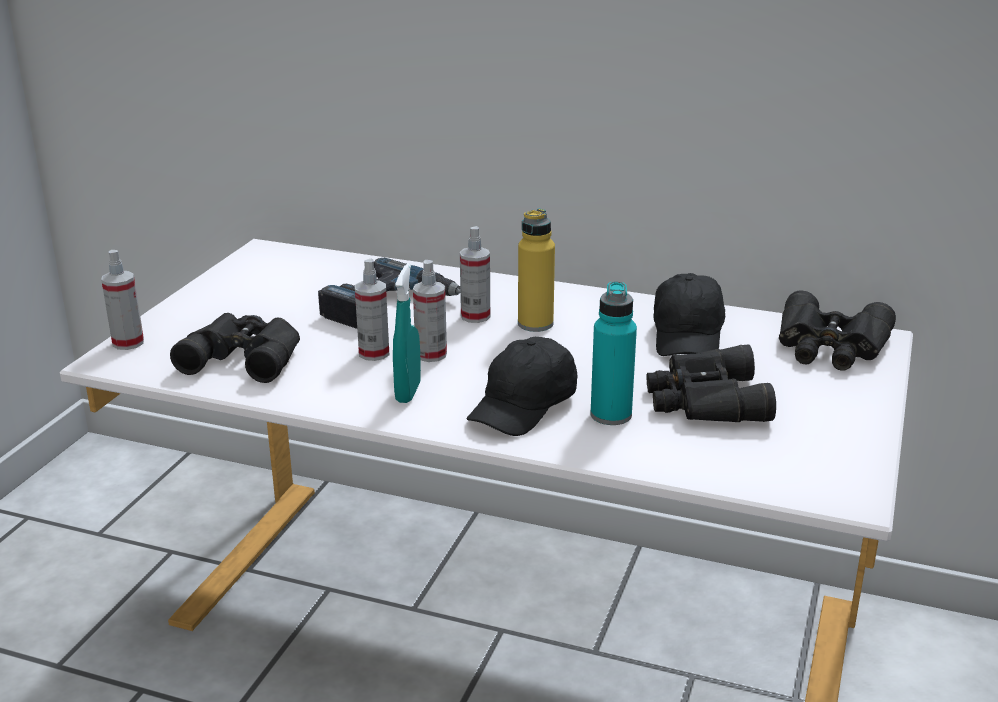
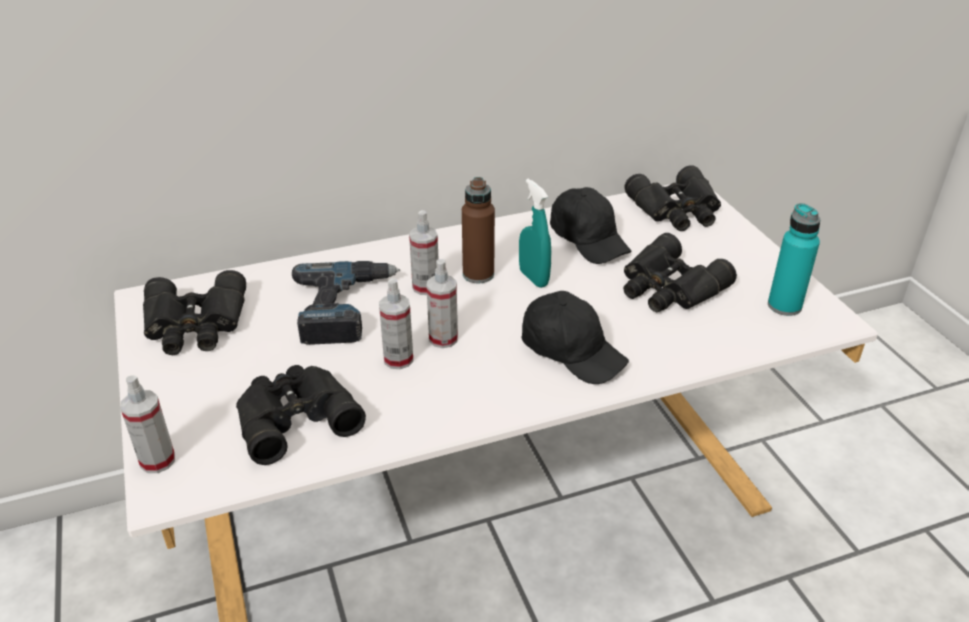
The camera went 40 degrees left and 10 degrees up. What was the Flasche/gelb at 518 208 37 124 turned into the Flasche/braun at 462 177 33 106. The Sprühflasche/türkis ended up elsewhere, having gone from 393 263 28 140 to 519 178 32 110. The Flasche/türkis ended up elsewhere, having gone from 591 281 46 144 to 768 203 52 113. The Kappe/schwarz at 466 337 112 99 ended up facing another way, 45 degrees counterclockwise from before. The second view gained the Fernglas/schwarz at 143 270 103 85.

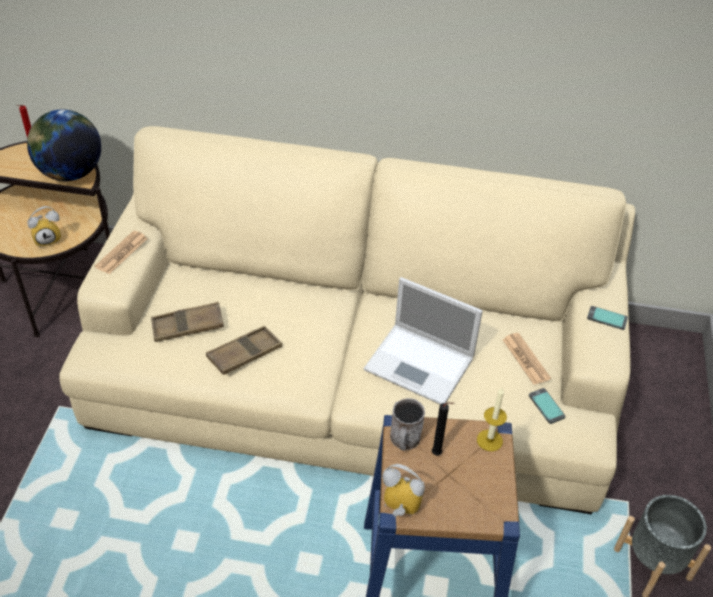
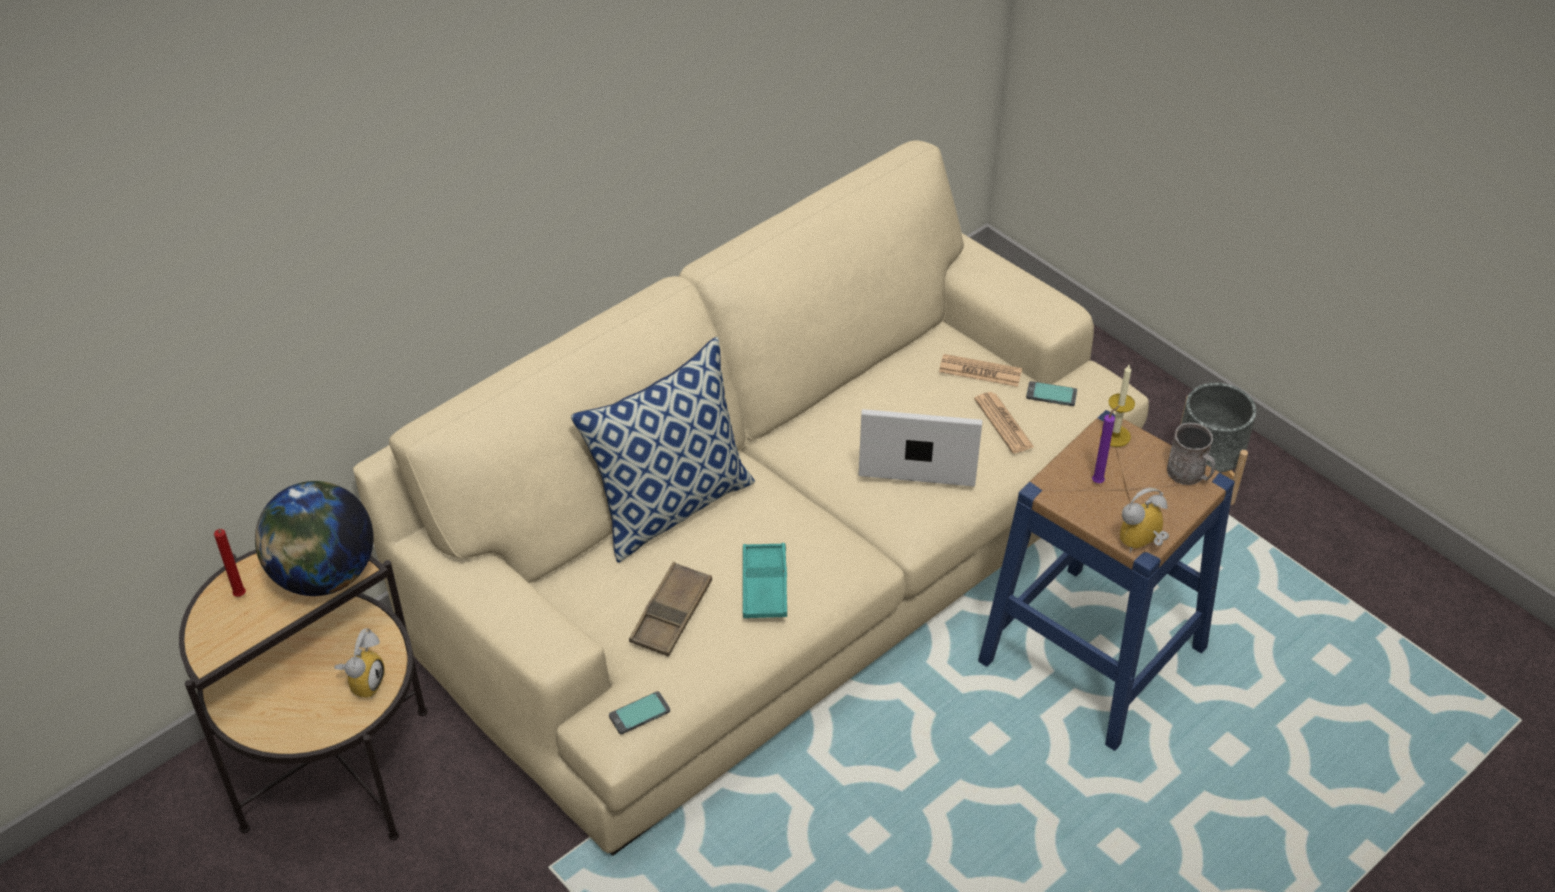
The camera went 50 degrees left and 0 degrees up. The Zeitung ended up elsewhere, having gone from 95 231 53 43 to 974 392 60 61. The Laptop at 364 277 119 127 ended up facing another way, 150 degrees counterclockwise from before. The Handy ended up elsewhere, having gone from 587 306 41 24 to 609 691 61 43. What was the Tablett/braun at 206 326 76 49 turned into the Tablett/türkis at 743 543 44 75. The Henkelbecher/grau ended up elsewhere, having gone from 390 398 35 53 to 1167 423 48 62. What was the Kerze/schwarz at 432 402 23 53 turned into the Kerze/lila at 1092 406 27 77. The second view gained the Kissen at 571 337 184 226.

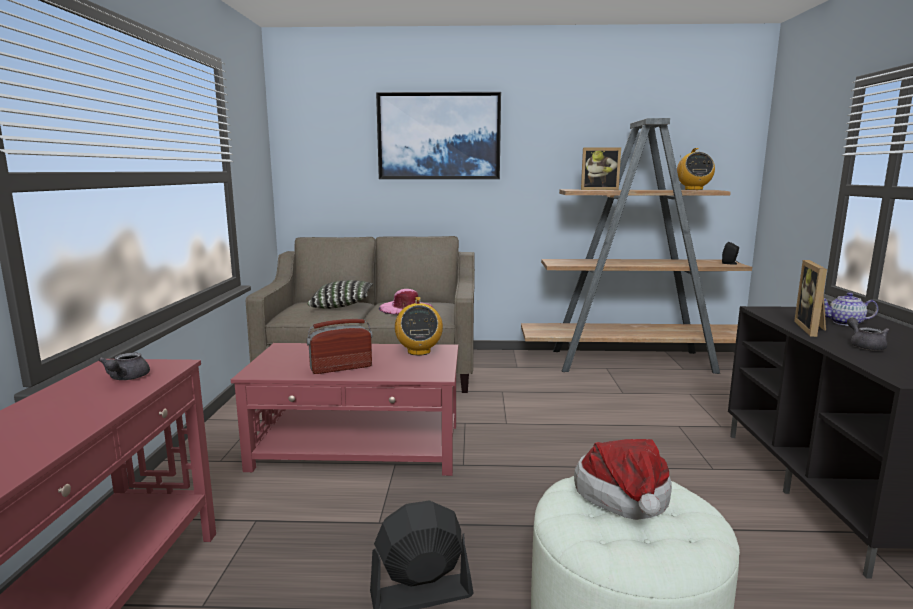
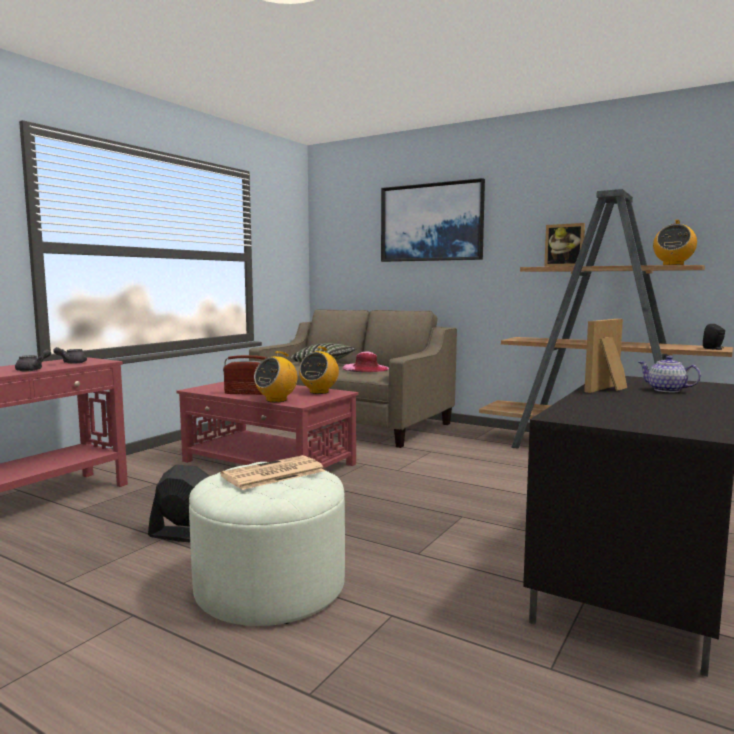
The camera went 30 degrees right and 5 degrees down. The Teekanne/grau ended up elsewhere, having gone from 847 318 42 33 to 15 349 36 22. Where the Hut stood at 574 439 98 81, the Zeitung came to stand at 220 455 105 35. The second view gained the Radio at 254 351 43 51.

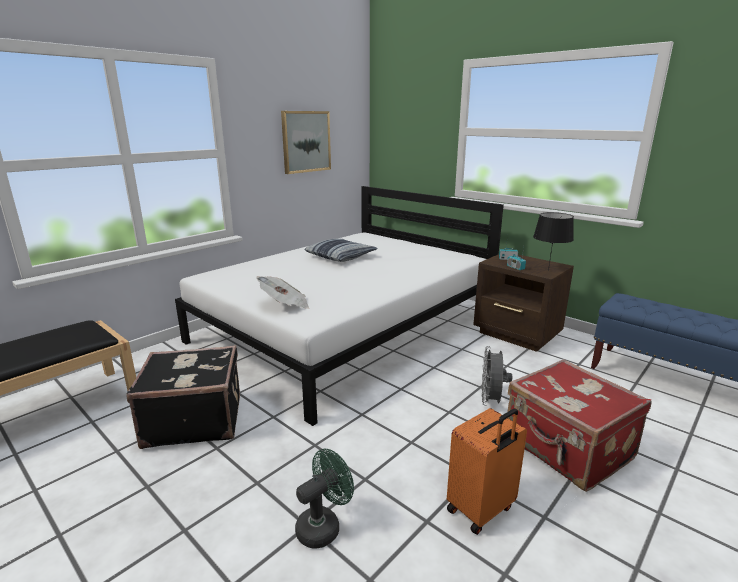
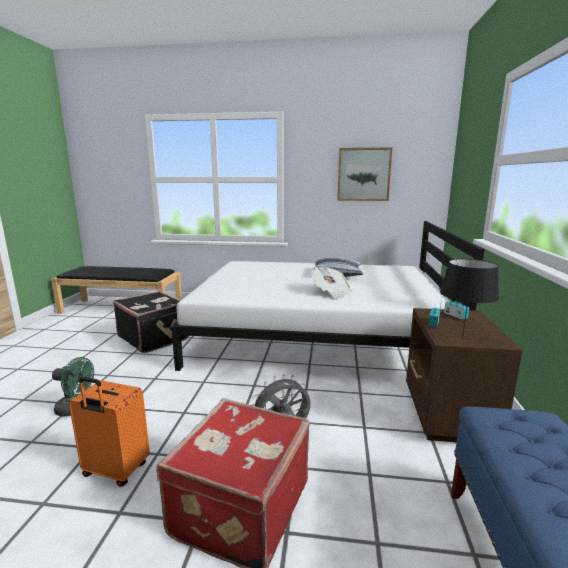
The camera went 55 degrees right and 5 degrees down. The Zeitung ended up elsewhere, having gone from 256 276 53 33 to 311 265 41 34.

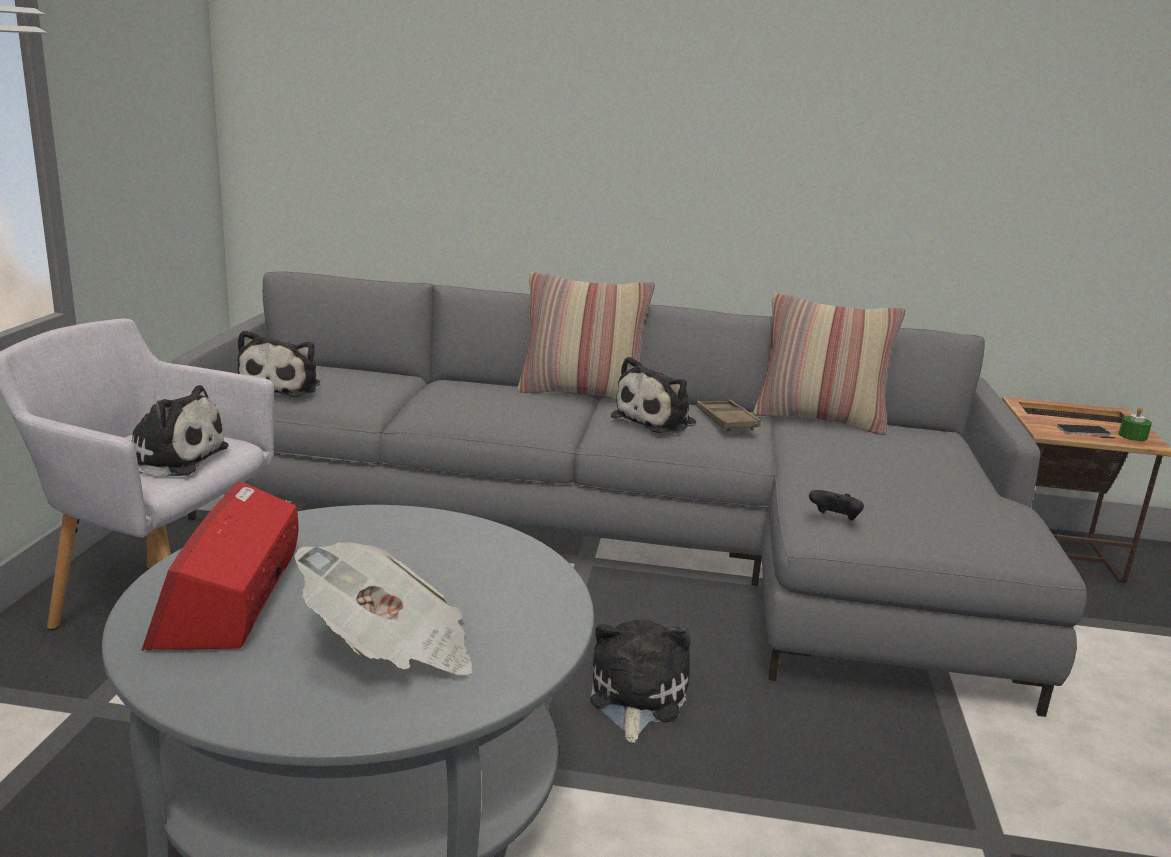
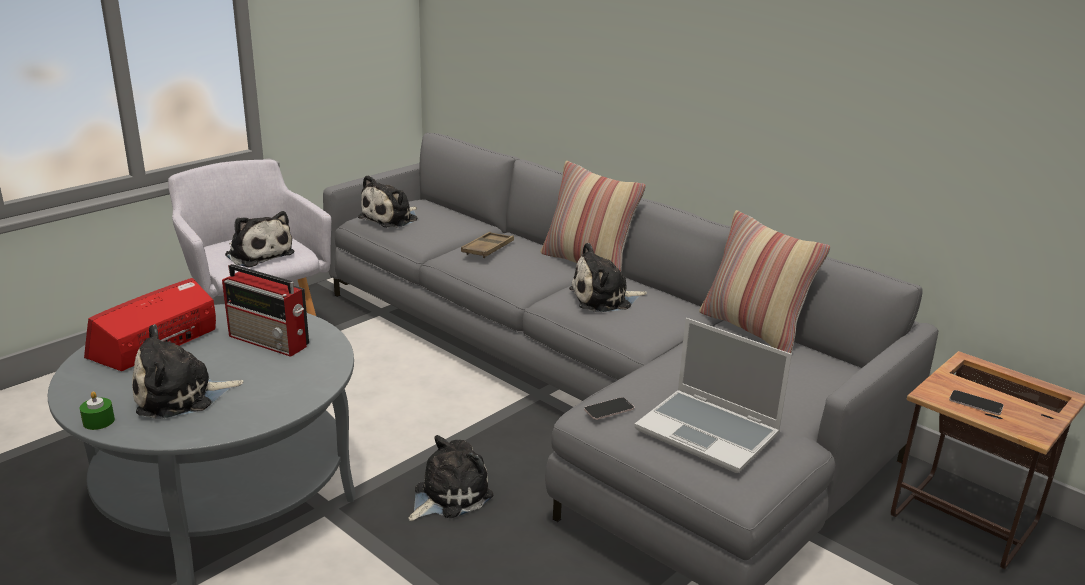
The camera went 35 degrees right and 5 degrees up. The Tablett/braun ended up elsewhere, having gone from 696 400 65 31 to 461 232 53 26. The Kerze/grün ended up elsewhere, having gone from 1119 407 33 34 to 80 391 35 39. Where the Gamepad/schwarz stood at 809 490 55 30, the Handy came to stand at 584 397 50 23. Where the Zeitung stood at 294 542 179 133, the Plüschtier came to stand at 132 324 112 95. The second view gained the Radio at 222 264 87 93. The second view gained the Laptop at 634 318 158 155.

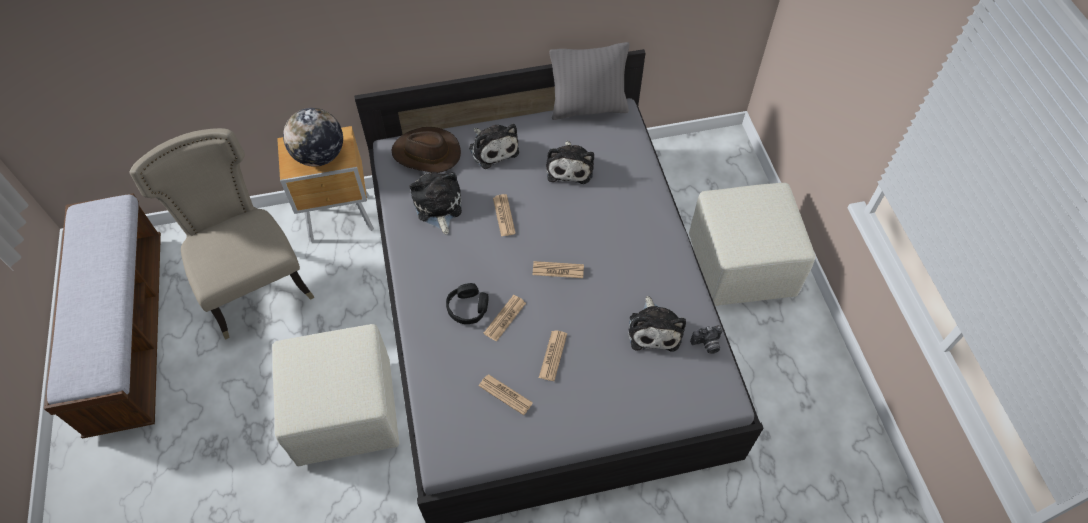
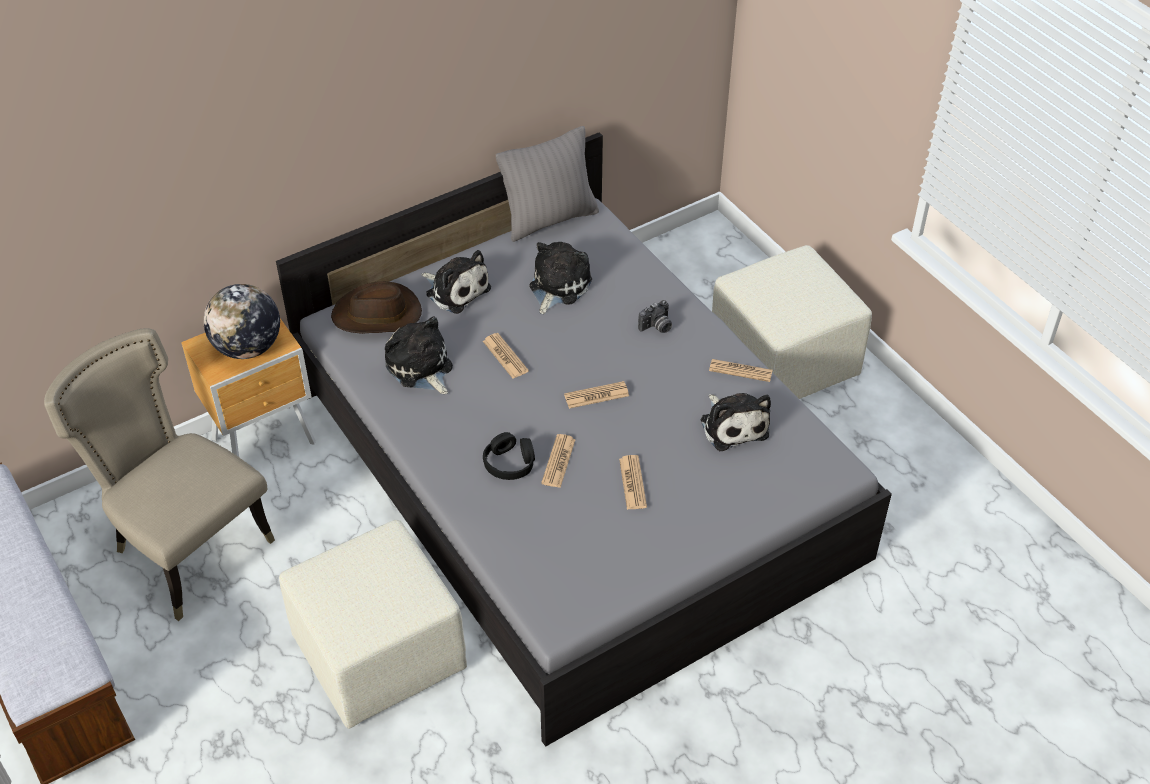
The camera went 20 degrees left and 10 degrees down. The Plüschtier at 546 141 48 43 ended up facing another way, 135 degrees counterclockwise from before. The Kamera ended up elsewhere, having gone from 690 325 33 29 to 638 300 34 33. The Zeitung ended up elsewhere, having gone from 479 374 54 41 to 709 359 64 23.

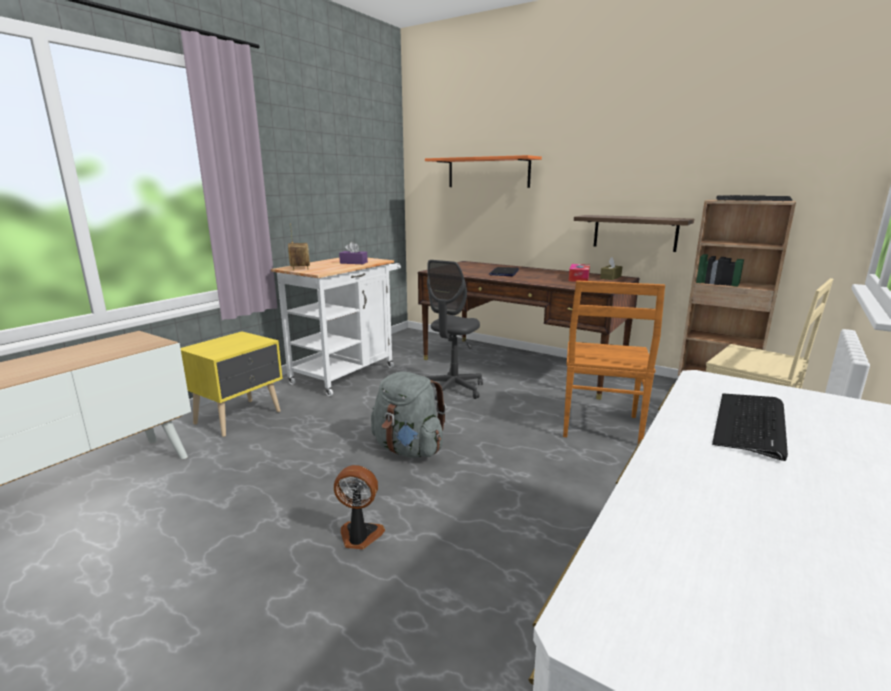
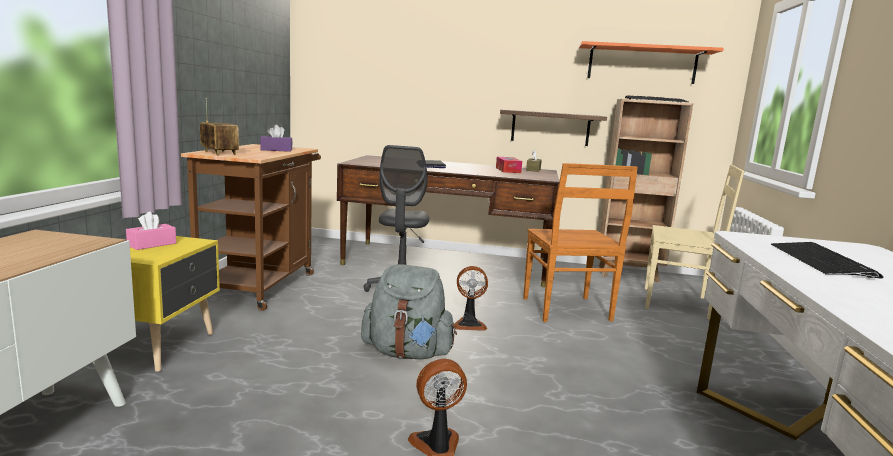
The camera went 25 degrees left and 5 degrees down. The Wandregal/orange ended up elsewhere, having gone from 425 155 117 33 to 579 41 145 43. What was the Rollwagen/weiß at 271 257 130 139 turned into the Rollwagen/braun at 181 144 140 167. The second view gained the Taschentuchbox/rosa at 126 212 50 38. The second view gained the Ventilator at 454 266 34 65.

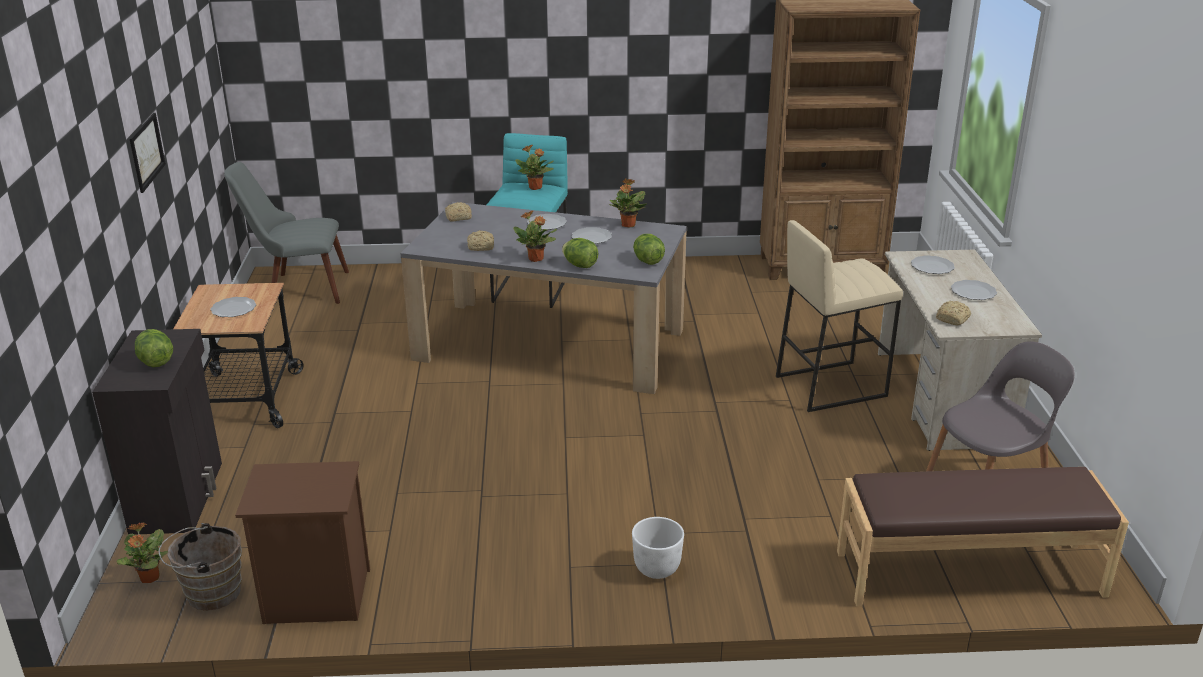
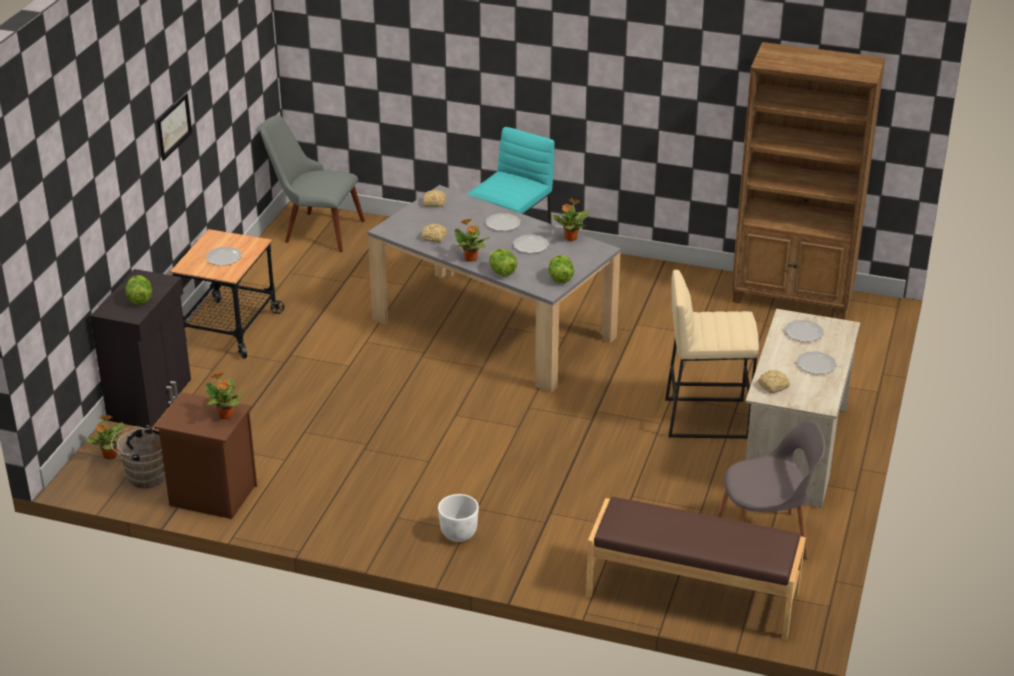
The camera went 20 degrees right and 5 degrees up. The Topfpflanze ended up elsewhere, having gone from 515 145 39 45 to 206 372 39 47.

